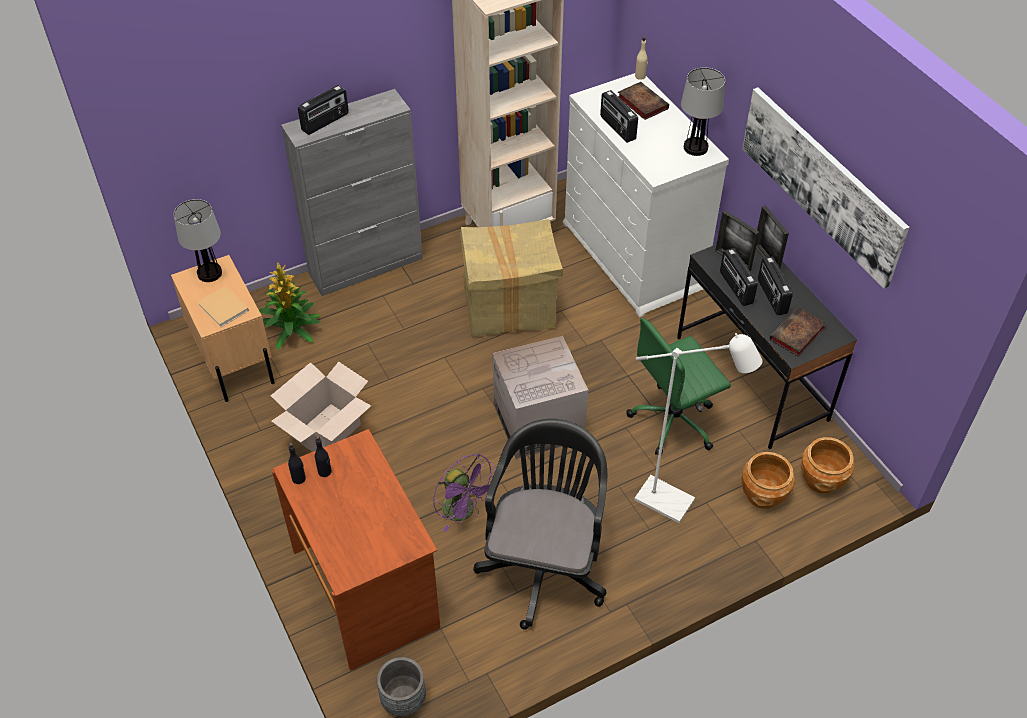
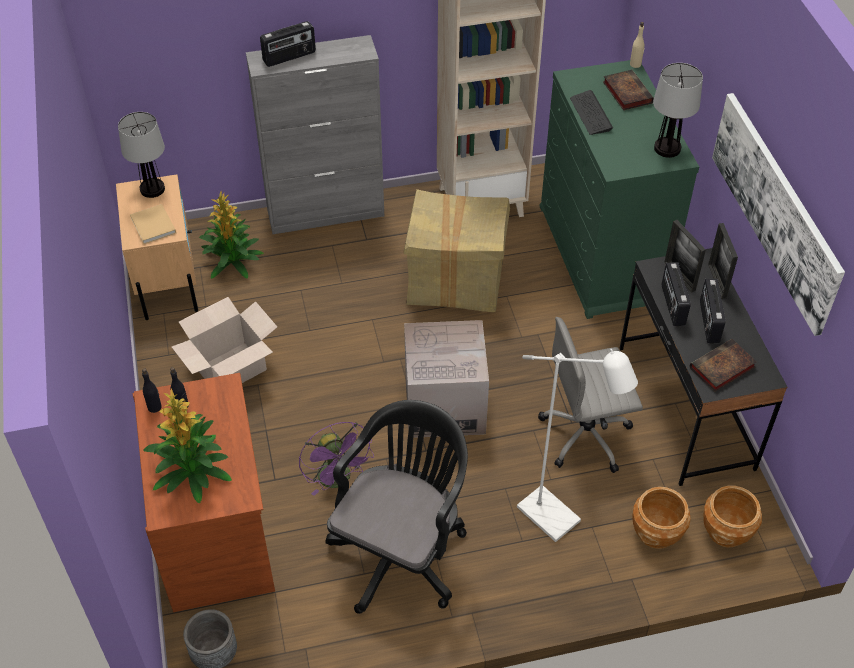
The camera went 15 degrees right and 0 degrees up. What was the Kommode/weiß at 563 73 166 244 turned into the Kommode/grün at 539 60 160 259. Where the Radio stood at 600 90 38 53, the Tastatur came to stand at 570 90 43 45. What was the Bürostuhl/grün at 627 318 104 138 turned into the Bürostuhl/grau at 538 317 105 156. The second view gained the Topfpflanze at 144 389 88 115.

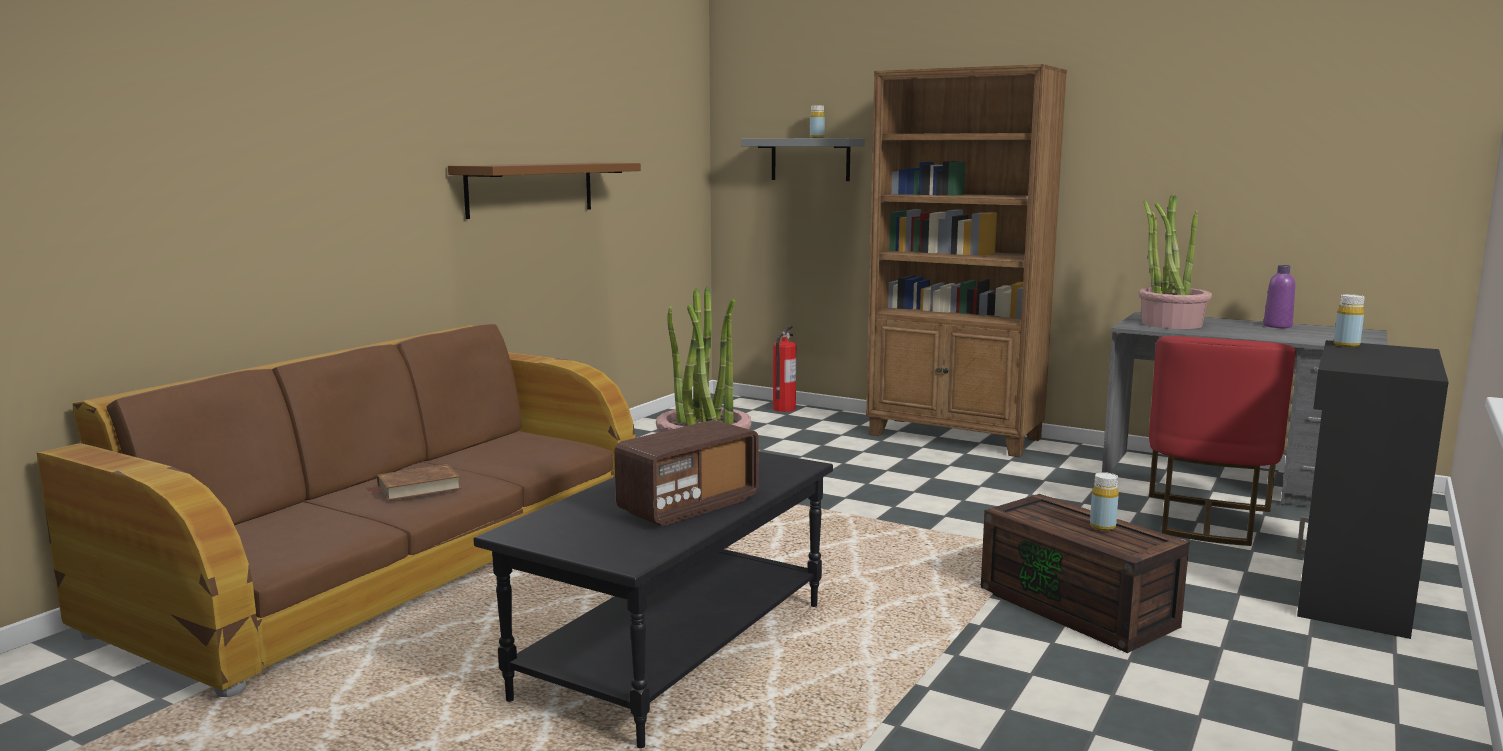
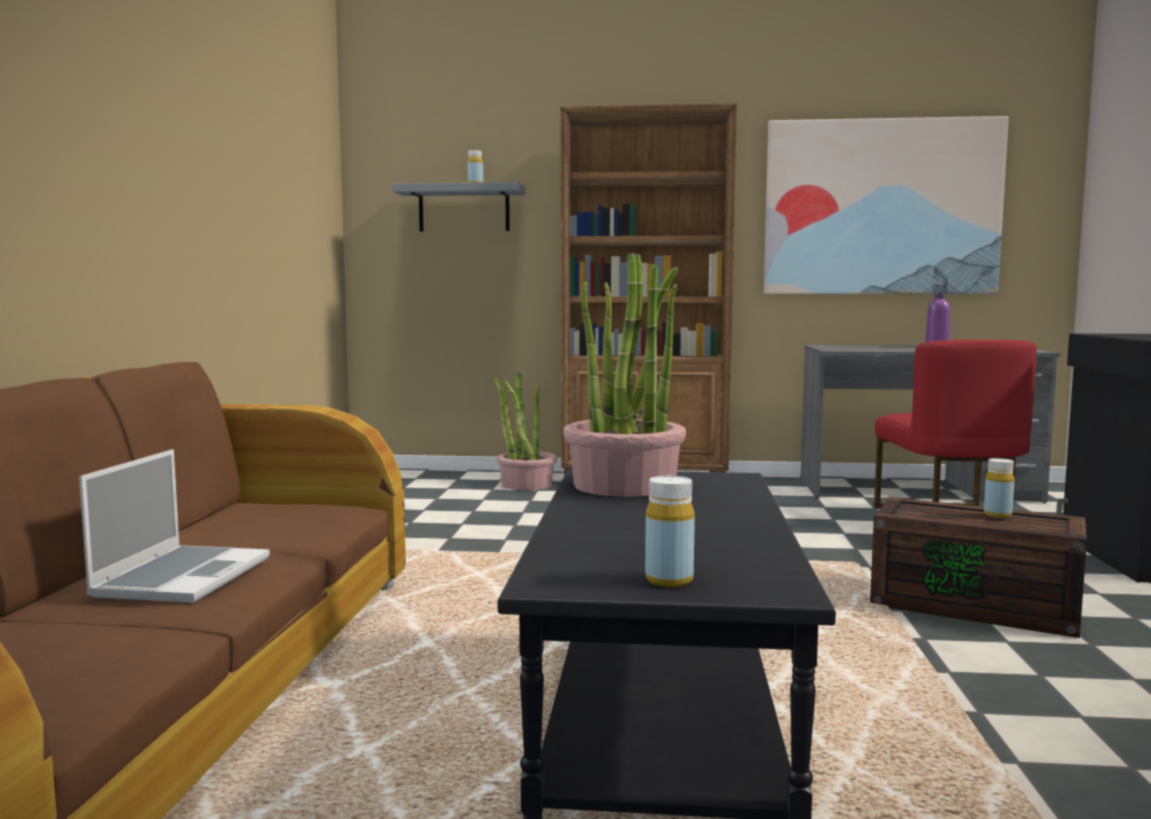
The camera went 25 degrees left and 5 degrees down. The second view lost the Wandregal/braun at 448 163 193 56. The Topfpflanze ended up elsewhere, having gone from 1138 195 74 134 to 494 372 63 118. The Flasche/gelb ended up elsewhere, having gone from 1334 294 31 53 to 645 476 50 111. The second view lost the Feuerlöscher at 773 326 23 86. The second view lost the Radio at 614 420 145 106. Where the Buch/braun stood at 368 464 93 37, the Laptop came to stand at 79 449 191 154. The second view gained the Bild at 764 116 245 178.

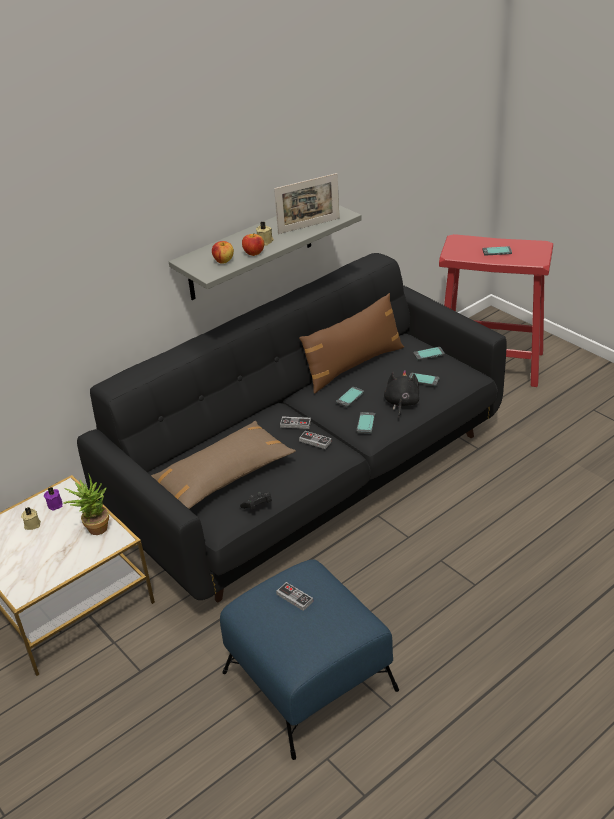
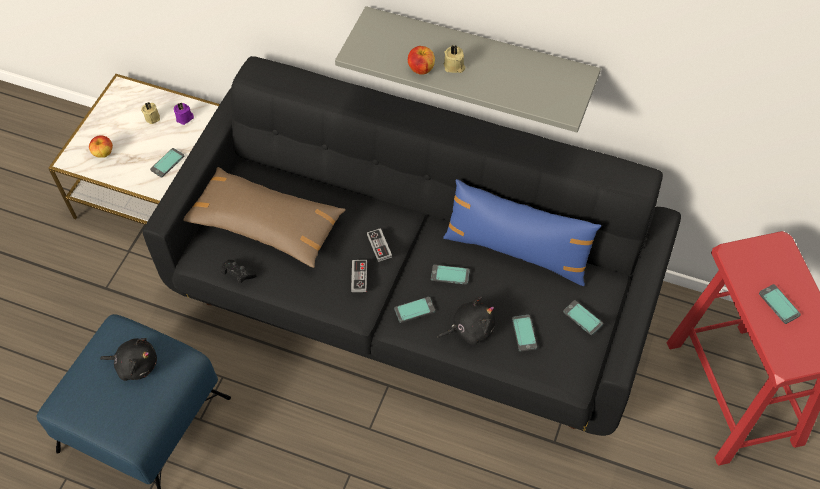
The camera went 60 degrees right and 20 degrees up. The second view lost the Bilderrahmen at 274 173 65 61. The Apfel ended up elsewhere, having gone from 212 241 22 23 to 89 135 24 23. What was the Kissen/braun at 299 293 105 101 turned into the Kissen/blau at 443 179 158 107. Where the Topfpflanze stood at 63 473 46 62, the Handy came to stand at 150 148 34 30. Where the Gamepad stood at 276 582 37 29, the Plüschtier/schwarz came to stand at 100 338 57 43.

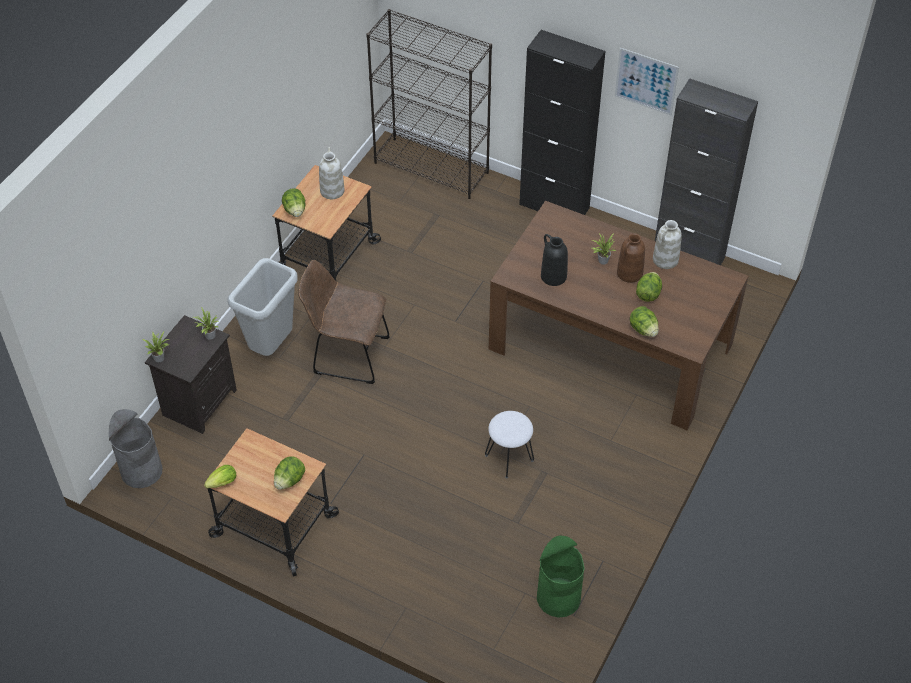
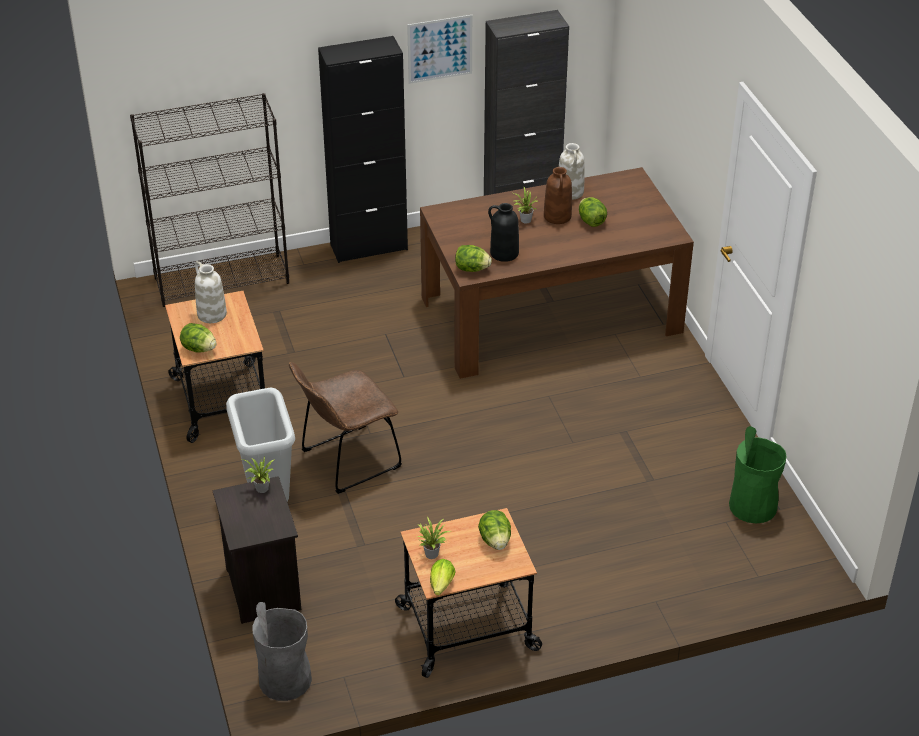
The camera went 45 degrees left and 10 degrees down. The Salatkopf ended up elsewhere, having gone from 630 306 29 31 to 455 245 37 27. The Topfpflanze ended up elsewhere, having gone from 142 332 27 30 to 418 517 33 42. The second view lost the Hocker/weiß at 485 411 49 68.

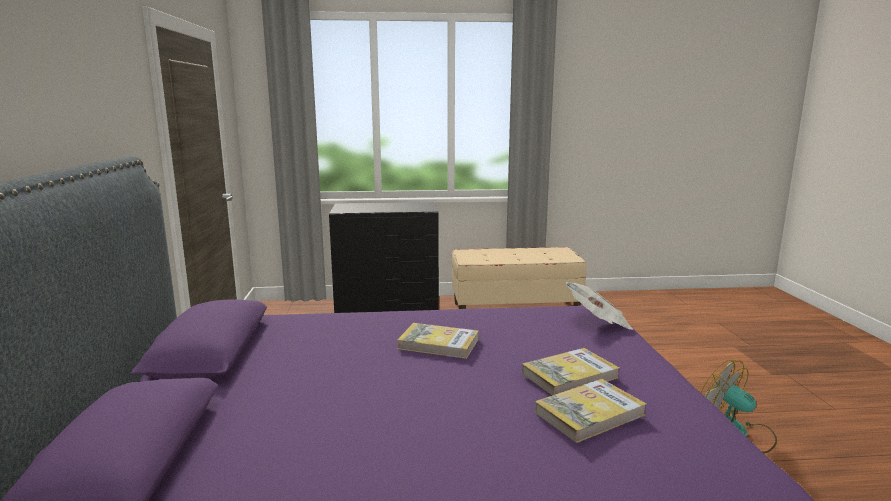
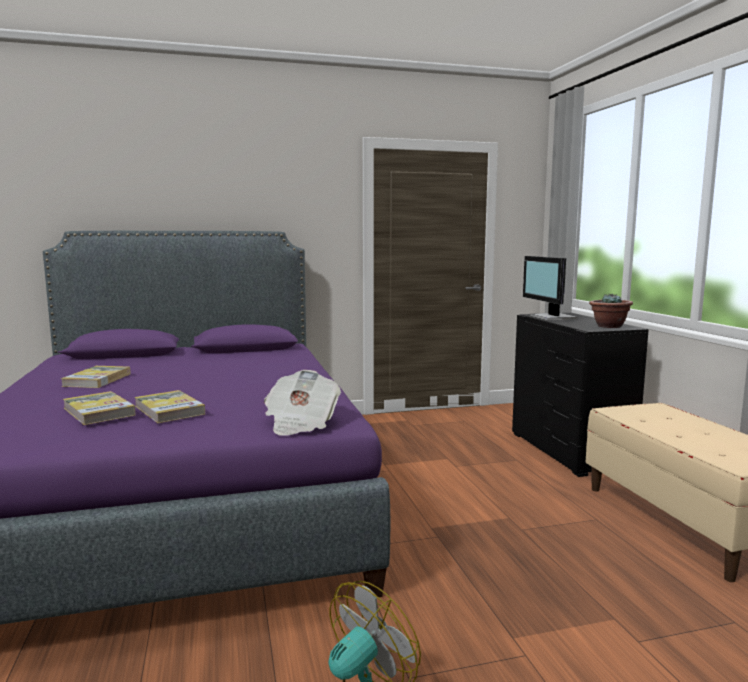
The camera went 80 degrees right and 5 degrees down. The Buch ended up elsewhere, having gone from 397 323 82 36 to 61 366 70 22. The second view gained the Monitor at 523 256 55 64. The second view gained the Topfpflanze at 589 294 44 34.

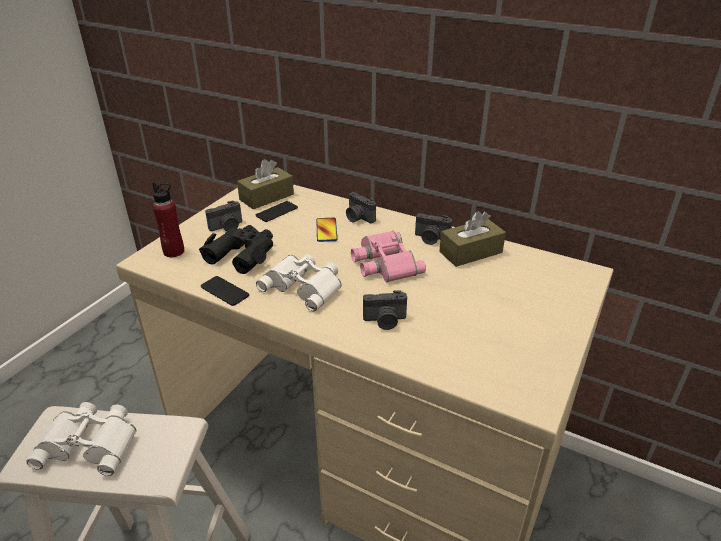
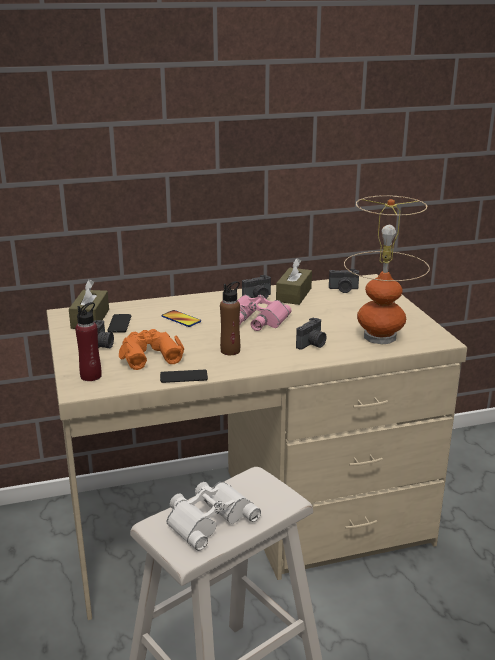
The camera went 45 degrees left and 10 degrees down. The Kamera ended up elsewhere, having gone from 346 192 30 32 to 329 269 30 24. What was the Fernglas/schwarz at 199 225 74 49 turned into the Fernglas/orange at 119 329 65 41. Where the Fernglas/weiß stood at 256 254 86 57, the Flasche/braun came to stand at 220 281 20 74. The second view gained the Tischlampe at 344 195 86 149.

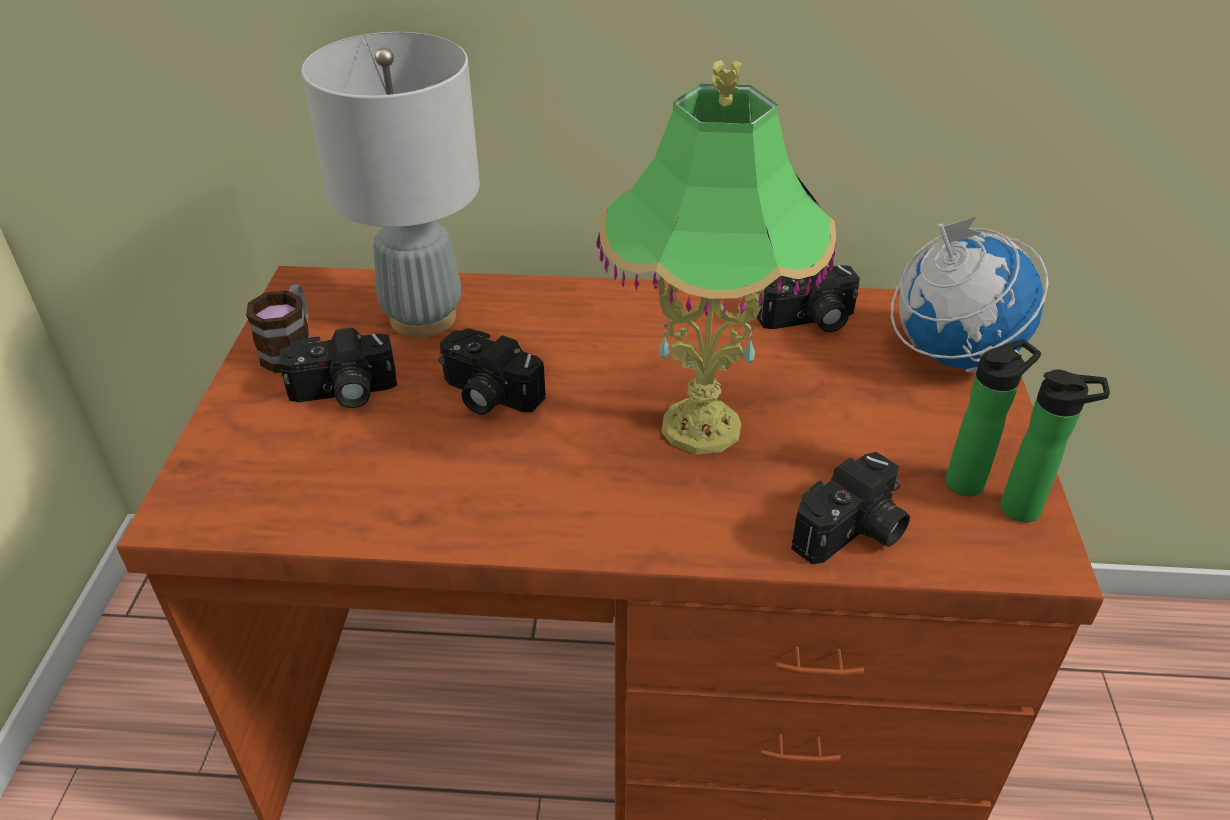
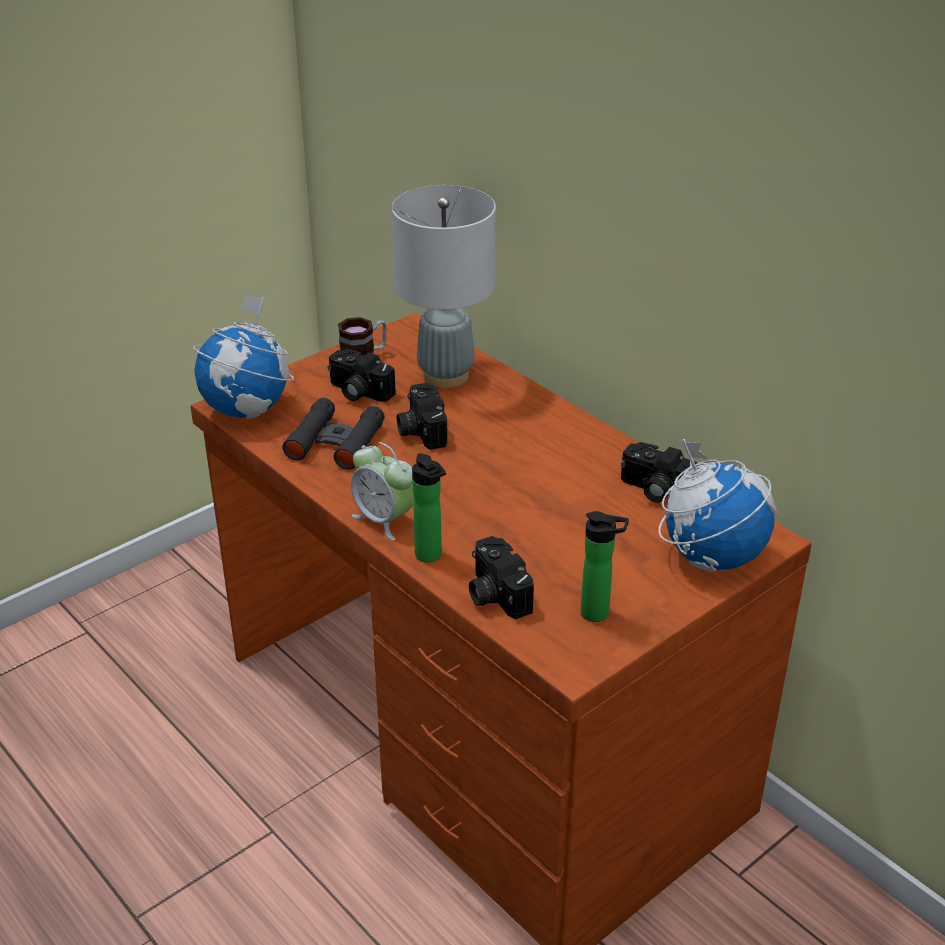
The camera went 45 degrees right and 5 degrees down. The second view lost the Tischlampe at 596 60 240 394. The Flasche ended up elsewhere, having gone from 1000 370 110 152 to 412 453 34 110. The Kamera at 791 452 119 113 ended up facing another way, 60 degrees clockwise from before. The second view gained the Globus at 194 295 100 124. The second view gained the Fernglas/schwarz at 283 398 102 72. The second view gained the Wecker at 351 442 63 98.

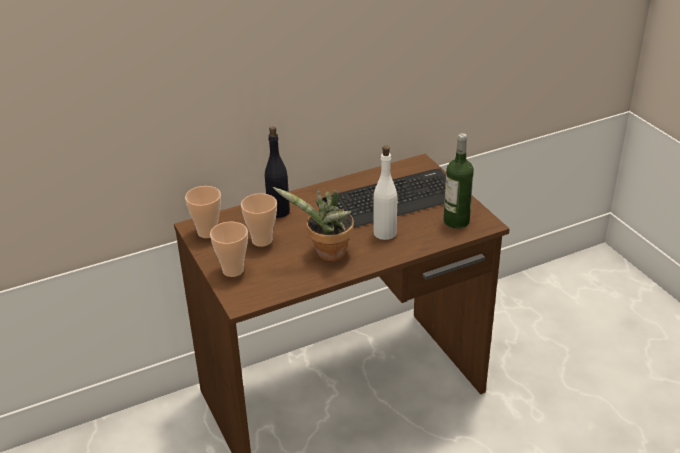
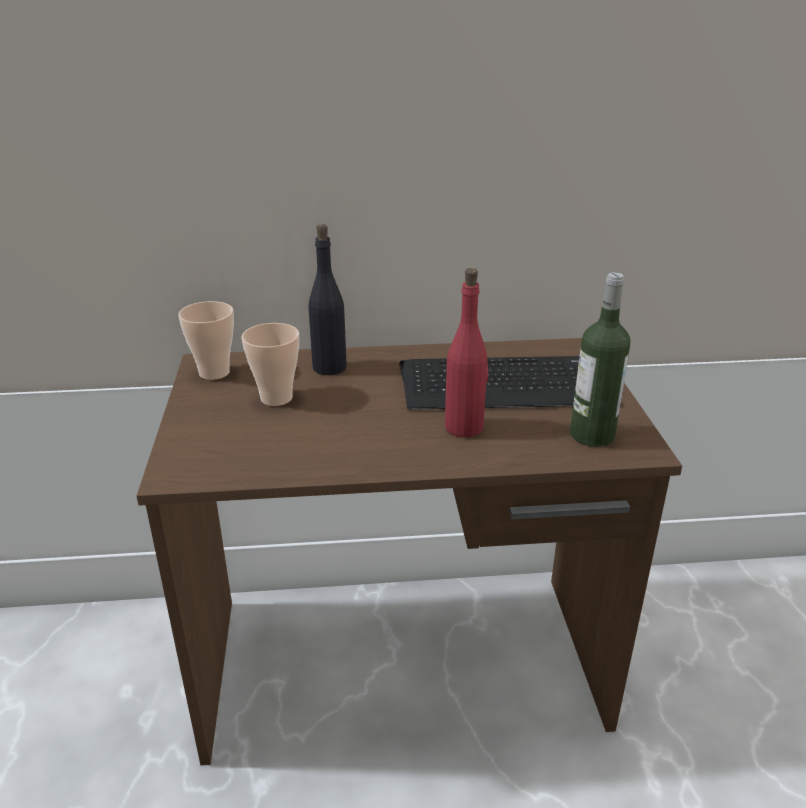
The camera went 20 degrees right and 5 degrees down. What was the Flasche/weiß at 374 146 24 94 turned into the Flasche/rot at 445 268 43 169. The second view lost the Topfpflanze at 273 187 81 74. The second view lost the Tasse at 210 222 38 55.

